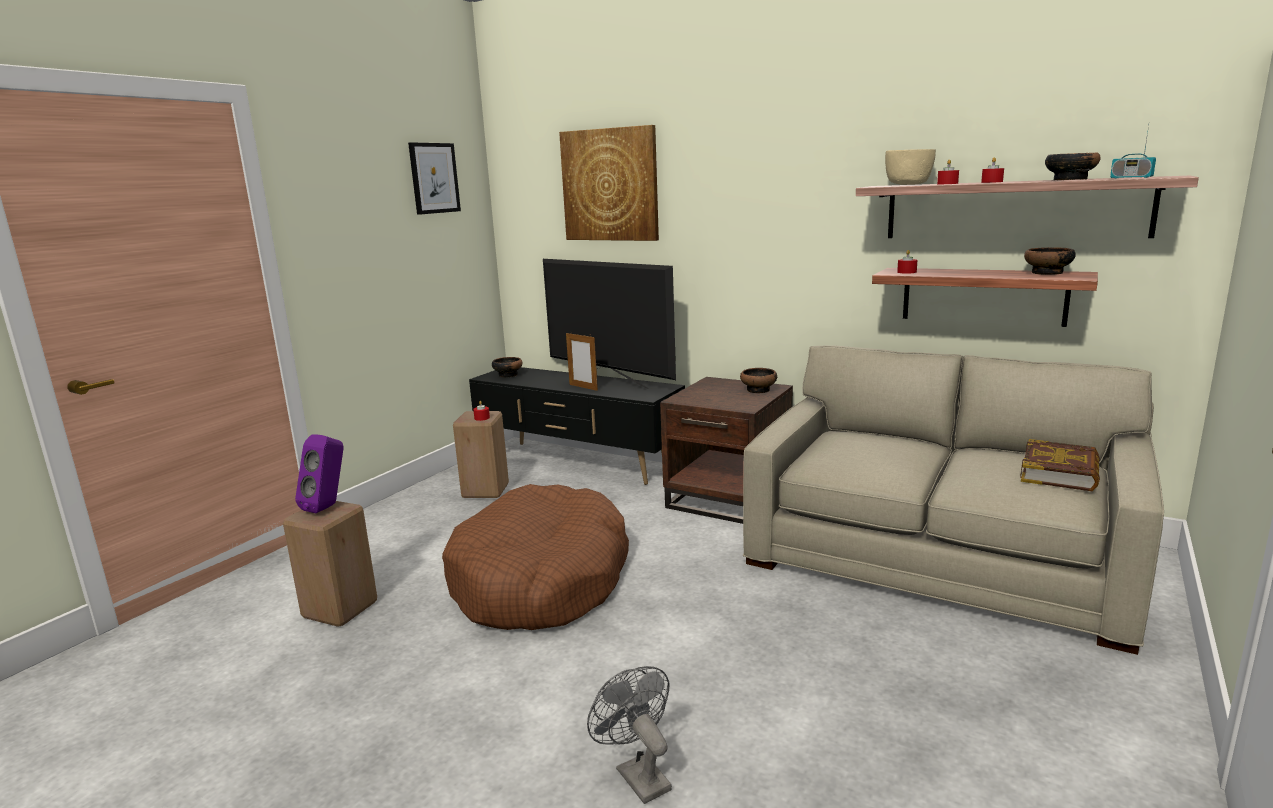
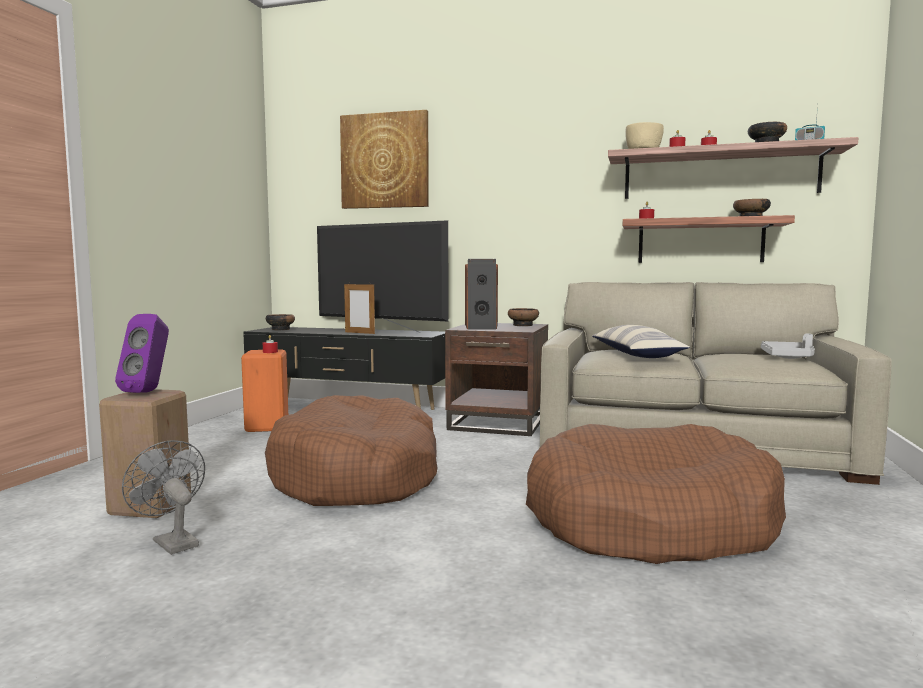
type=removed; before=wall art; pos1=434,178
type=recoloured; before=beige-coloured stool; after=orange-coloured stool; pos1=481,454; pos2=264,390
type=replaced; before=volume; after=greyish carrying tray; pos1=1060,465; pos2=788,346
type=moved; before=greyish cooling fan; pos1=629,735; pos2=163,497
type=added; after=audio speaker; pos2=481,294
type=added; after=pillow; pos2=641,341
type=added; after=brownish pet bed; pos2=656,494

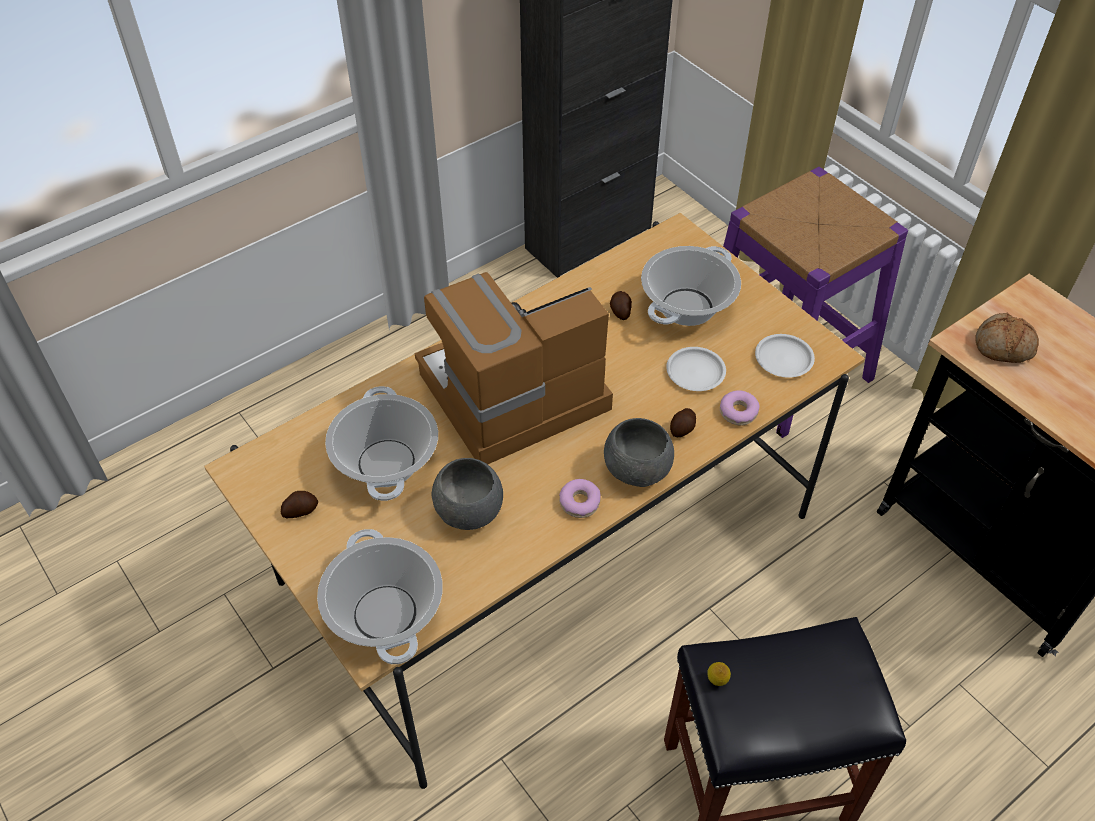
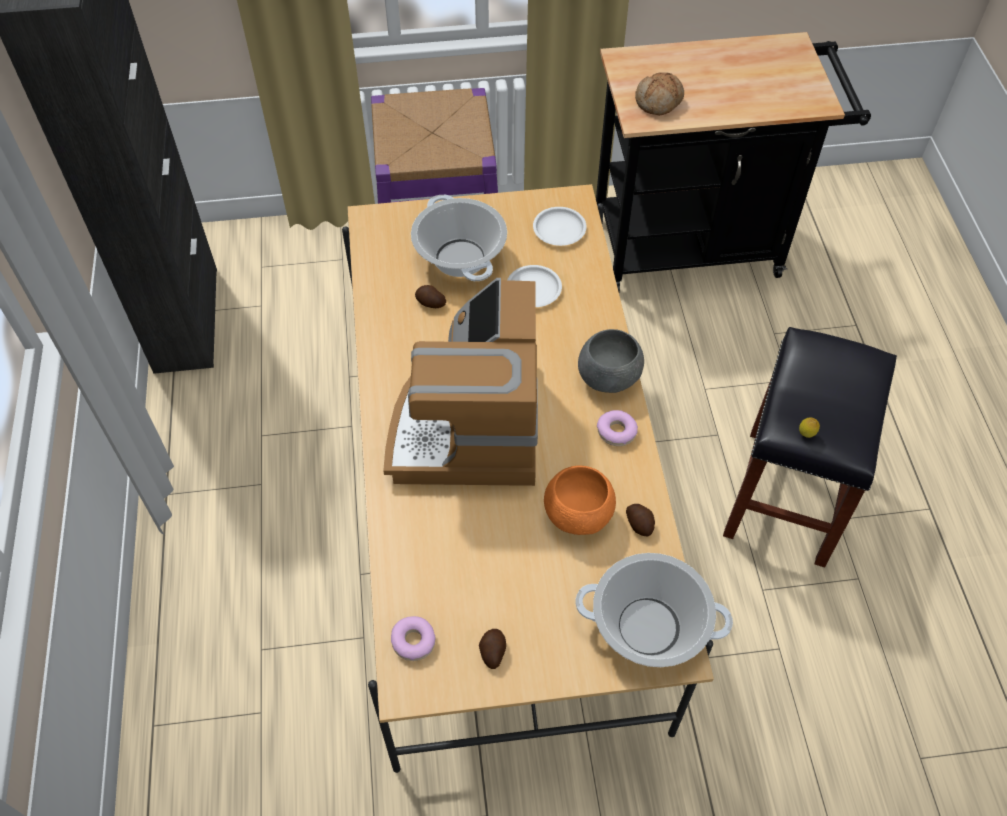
type=removed; before=saucepot; pos1=381,443
type=moved; before=donut; pos1=740,408; pos2=413,638
type=moved; before=spud; pos1=683,422; pos2=640,520
type=recoloured; before=greyish serving bowl; after=orange-coloured serving bowl; pos1=467,494; pos2=580,500

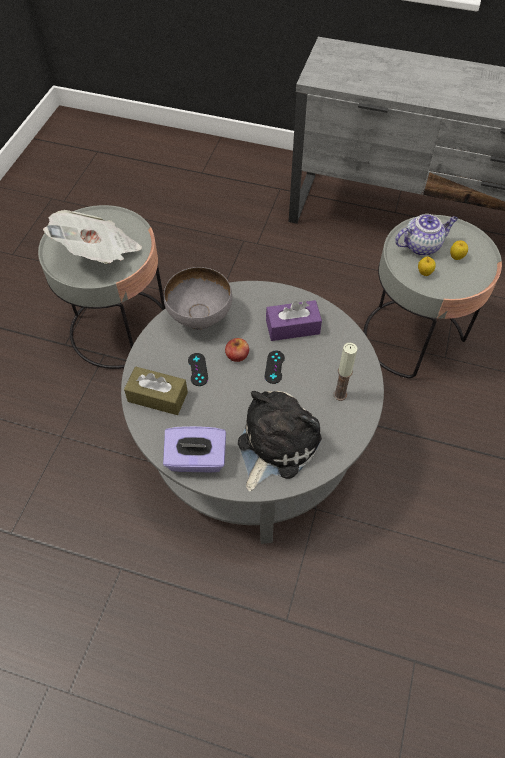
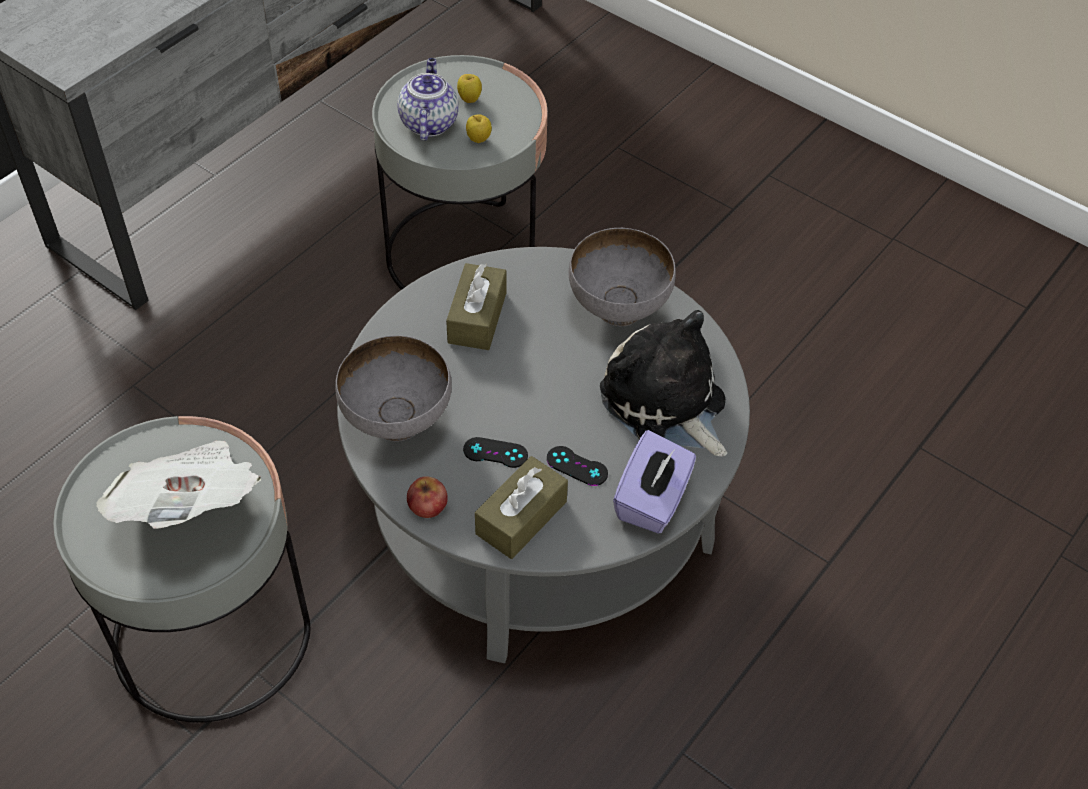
type=recoloured; before=purplish tissue holder; after=brownish tissue holder; pos1=294,320; pos2=476,306
type=moved; before=apple fruit; pos1=237,350; pos2=427,497
type=replaced; before=wax candle; after=greyish serving bowl; pos1=345,372; pos2=622,277
type=moved; before=blackish joypad; pos1=275,367; pos2=577,466

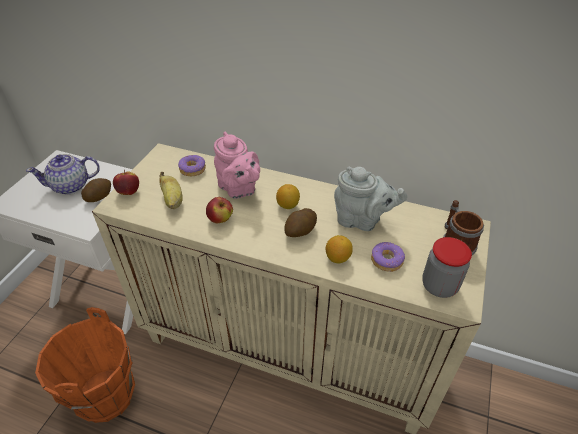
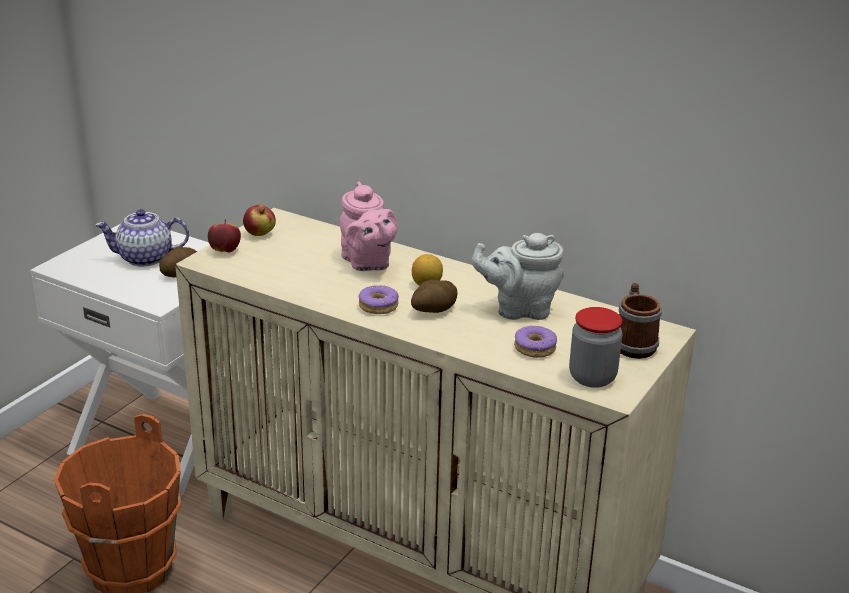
type=moved; before=donut; pos1=192,165; pos2=379,299
type=turned; before=greyish pot for tea; pos1=370,199; pos2=518,276; turn=150
type=removed; before=banana; pos1=171,190
type=moved; before=apple fruit; pos1=219,210; pos2=259,220
type=removed; before=citrus fruit; pos1=339,249

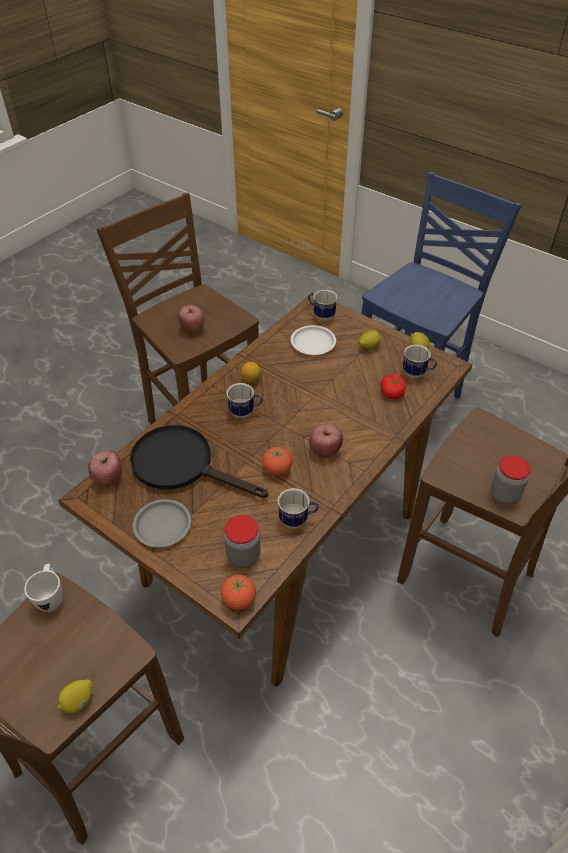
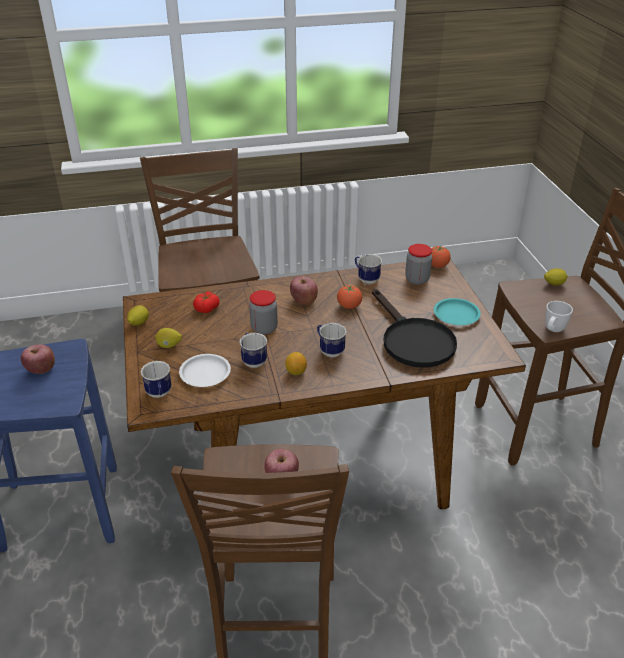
type=moved; before=coffee mug; pos1=420,361; pos2=253,350
type=moved; before=apple fruit; pos1=105,468; pos2=38,359
type=moved; before=storage jar; pos1=510,480; pos2=263,312
type=recoloured; before=greyish dinner plate; after=turquoise dinner plate; pos1=162,523; pos2=457,311

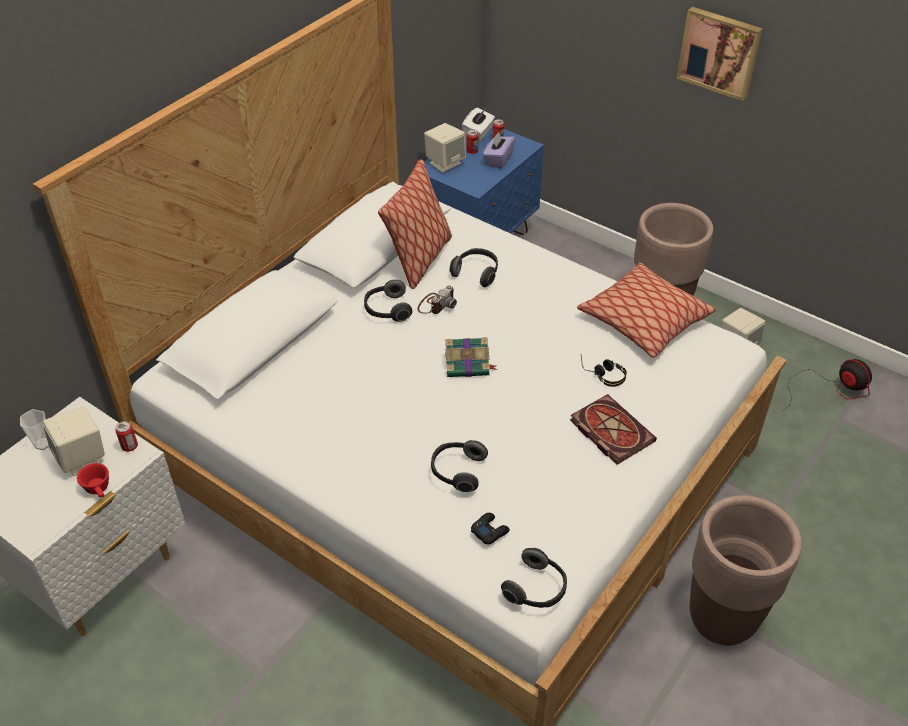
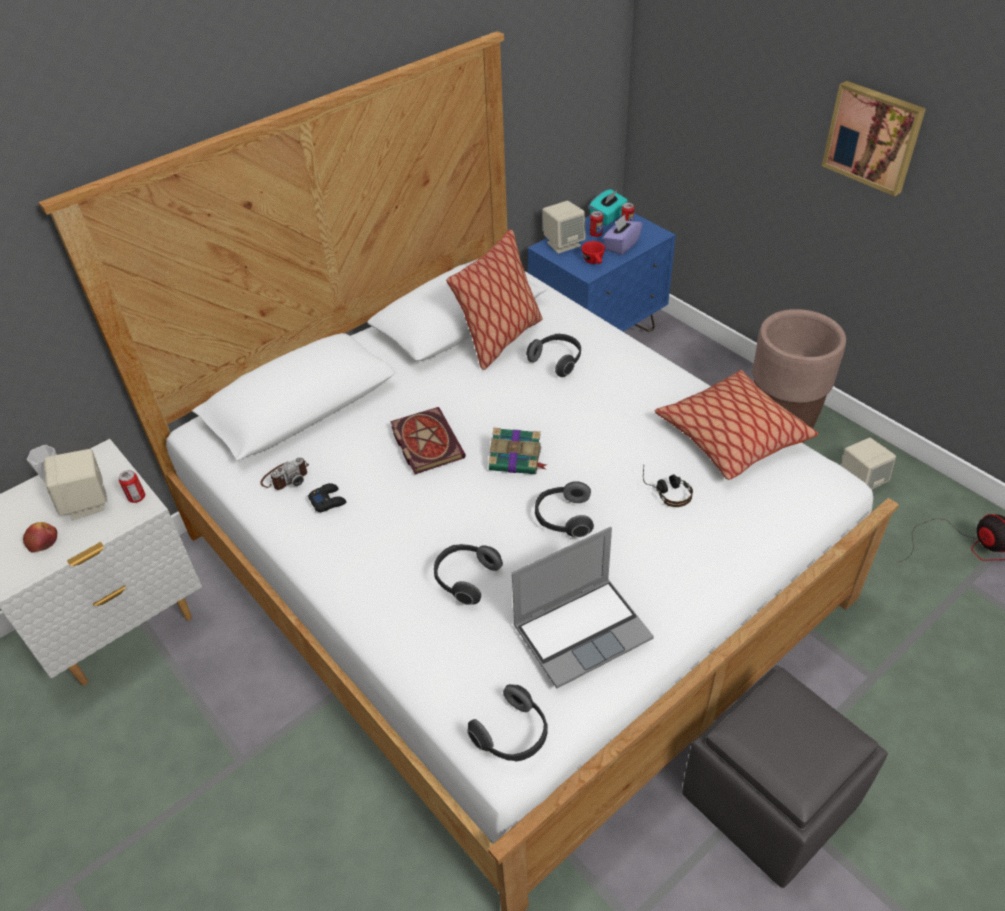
type=recoloured; before=white tissue holder; after=turquoise tissue holder; pos1=478,124; pos2=608,207
type=moved; before=pair of headphones; pos1=388,301; pos2=564,509
type=moved; before=photo camera; pos1=437,299; pos2=284,473
type=moved; before=volume; pos1=613,429; pos2=428,440
type=moved; before=red drinking cup; pos1=93,480; pos2=593,252
type=replaced; before=brownish plant pot; after=greyish pouffe; pos1=746,570; pos2=785,776
type=moved; before=blackish joypad; pos1=490,529; pos2=327,497
type=added; after=apple fruit; pos2=40,537
type=added; after=portable computer; pos2=583,607

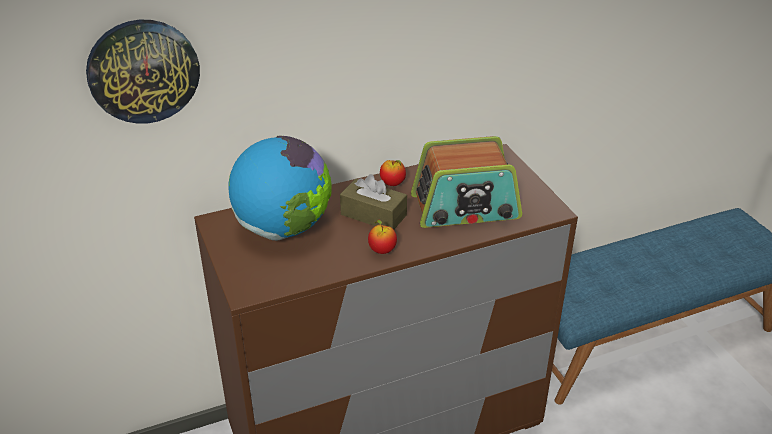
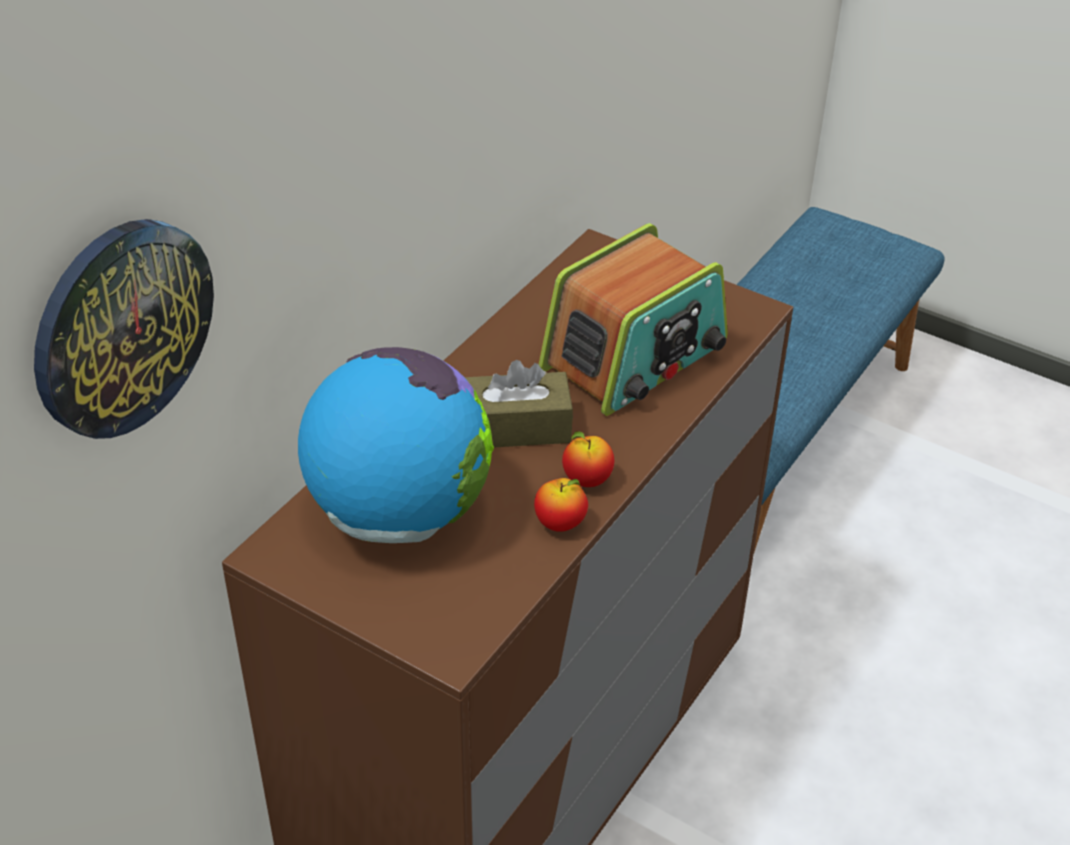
type=moved; before=apple fruit; pos1=393,173; pos2=561,505

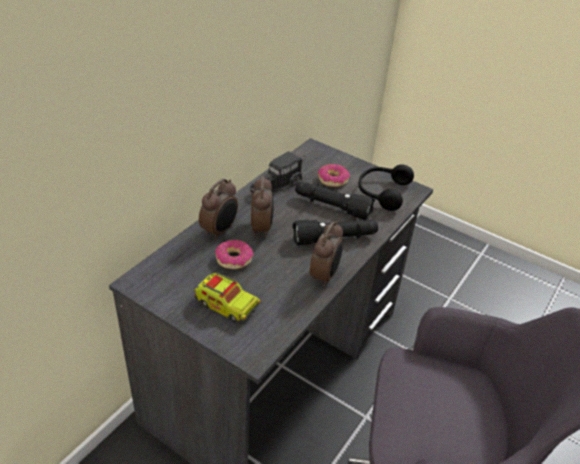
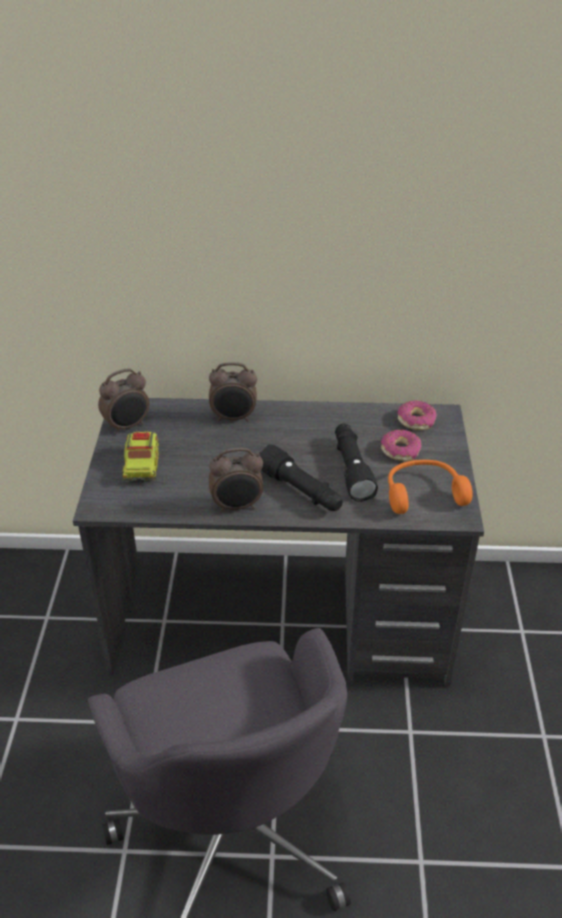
type=removed; before=toy truck; pos1=277,172
type=recoloured; before=blackish pair of headphones; after=orange-coloured pair of headphones; pos1=386,187; pos2=430,487
type=moved; before=bedside clock; pos1=262,206; pos2=123,401
type=moved; before=donut; pos1=234,254; pos2=417,415

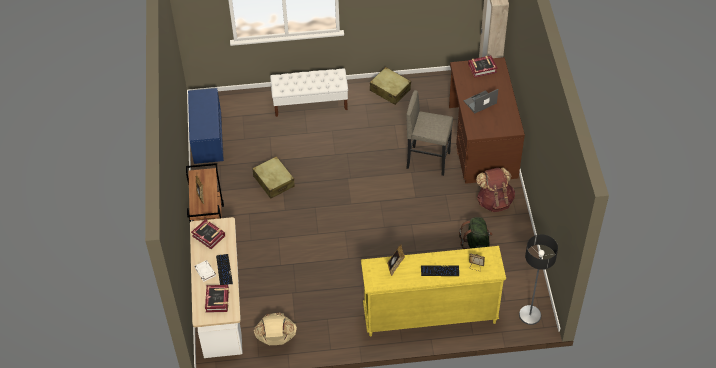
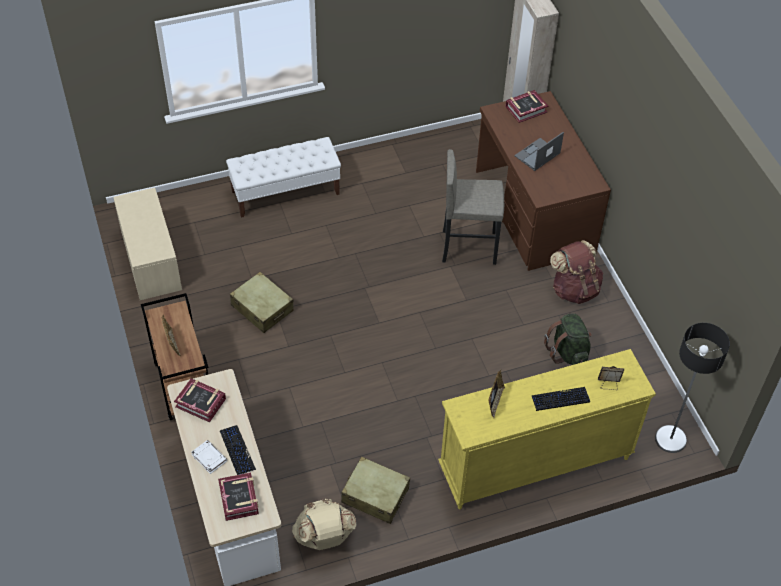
type=moved; before=beige-coloured suitcase; pos1=390,86; pos2=375,490
type=recoloured; before=bluish long seat; after=beige-coloured long seat; pos1=206,126; pos2=148,244

